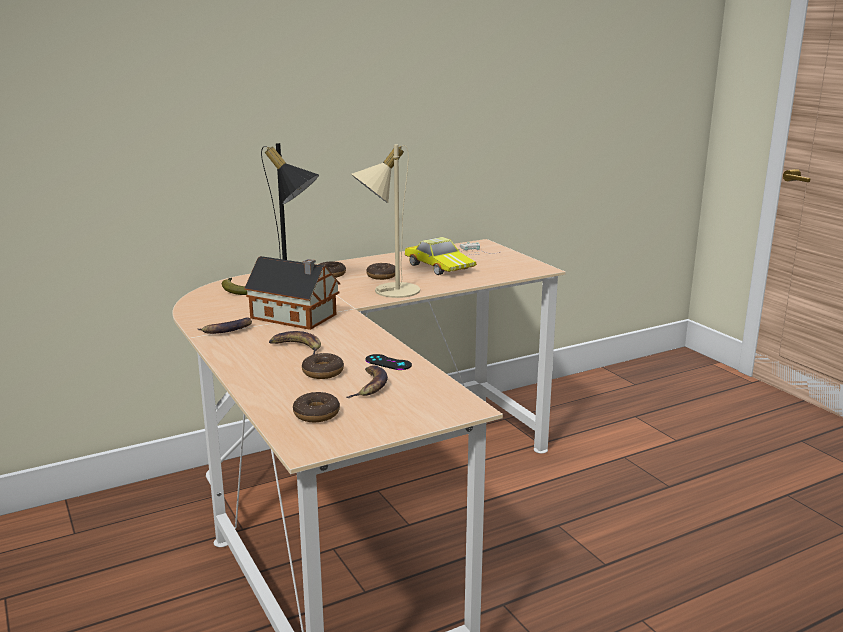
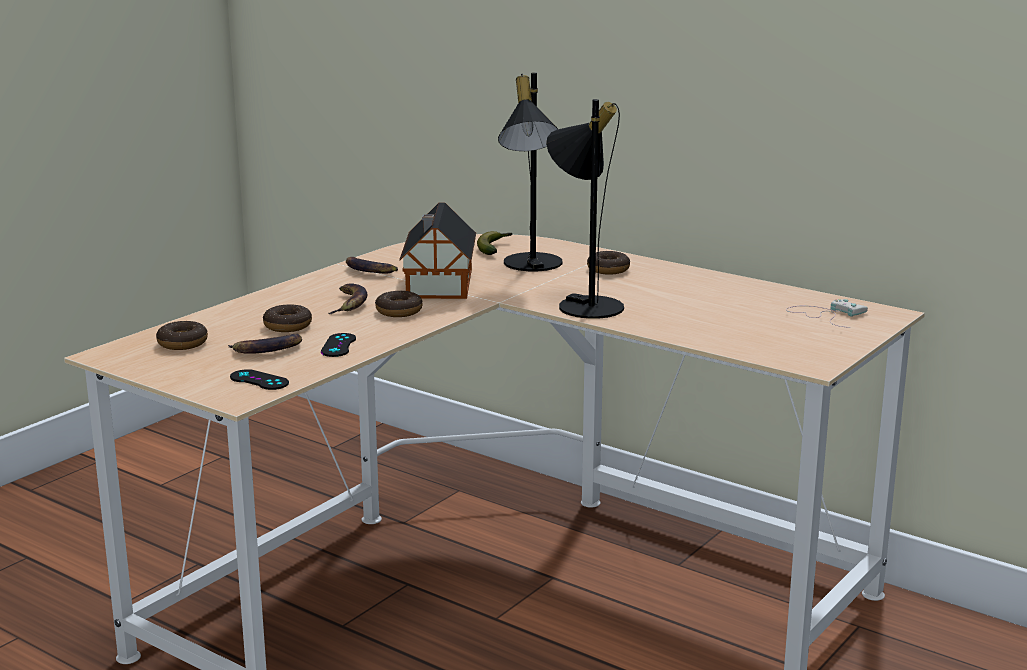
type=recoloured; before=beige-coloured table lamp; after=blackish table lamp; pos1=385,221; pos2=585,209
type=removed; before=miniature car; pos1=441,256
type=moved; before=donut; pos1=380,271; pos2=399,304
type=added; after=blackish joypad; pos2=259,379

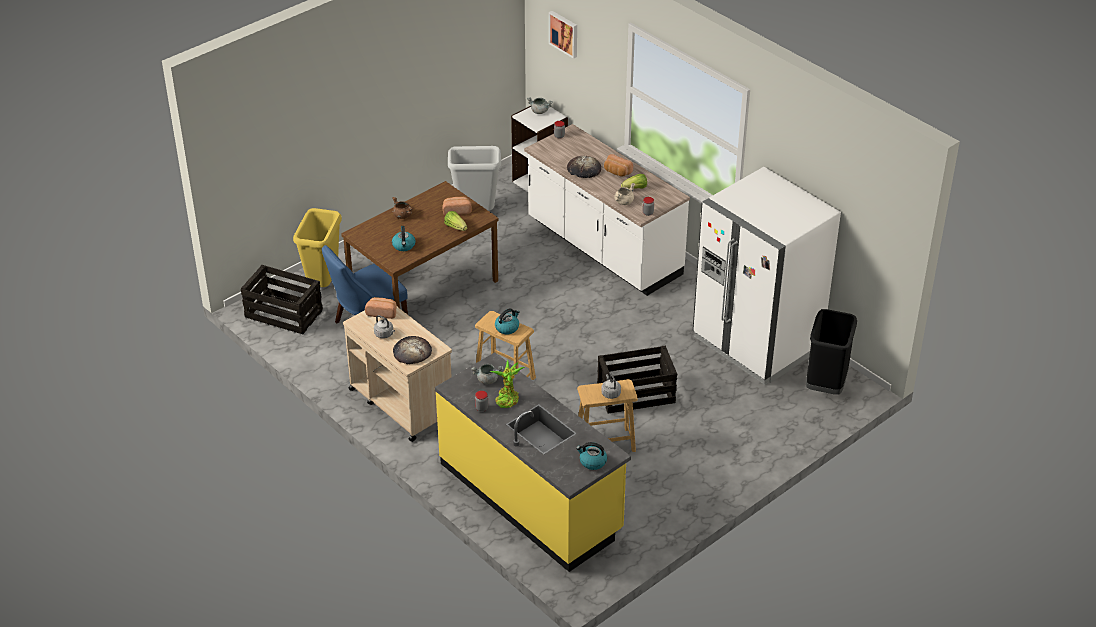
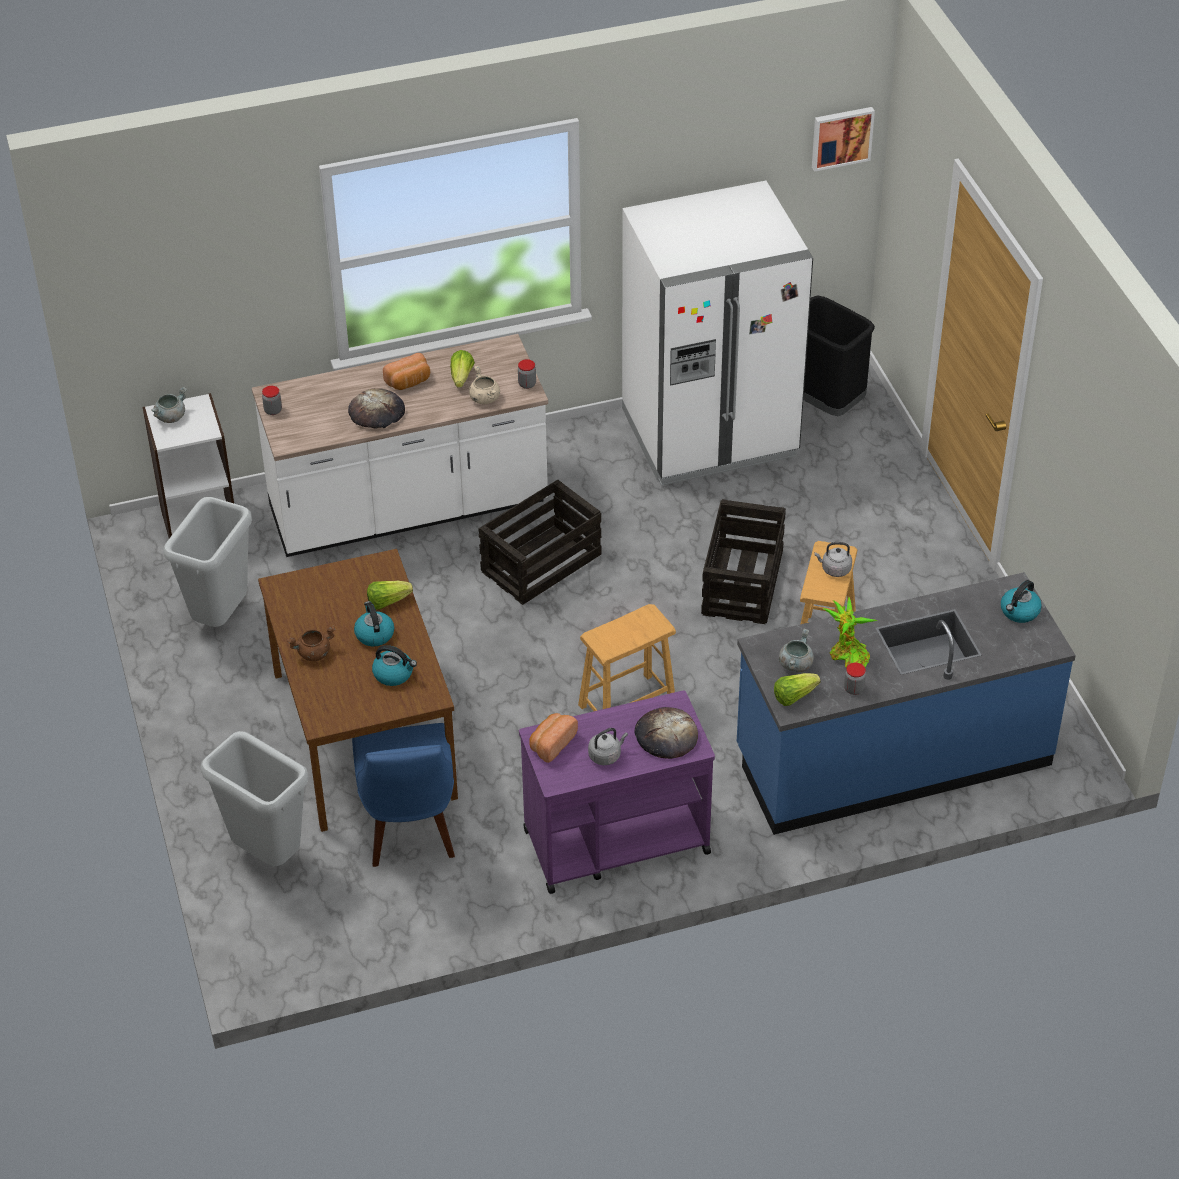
type=moved; before=wall art; pos1=563,35; pos2=843,139
type=removed; before=bakery bread; pos1=457,206
type=recoloured; before=yellow-coloured rubbish bin; after=greyish rubbish bin; pos1=317,247; pos2=254,798
type=moved; before=packing crate; pos1=282,299; pos2=539,542
type=recoloured; before=beige-coloured wheeled cart; after=purplish wheeled cart; pos1=397,374; pos2=617,792
type=moved; before=tea kettle; pos1=507,322; pos2=374,624
type=recoloured; before=yellow-coloured kitchen base unit; after=bluish kitchen base unit; pos1=533,462; pos2=906,703
type=added; after=lettuce; pos2=797,689

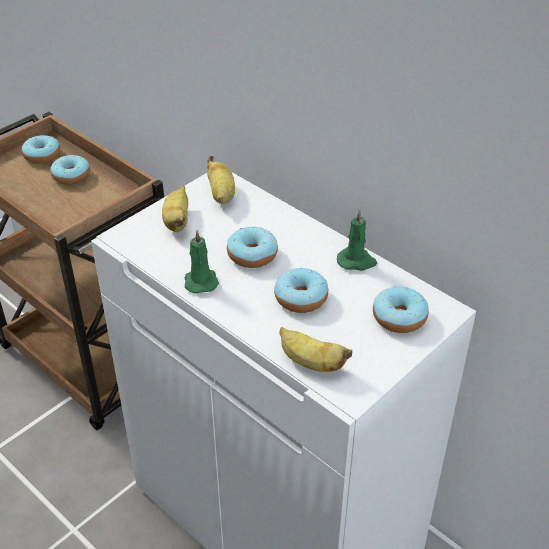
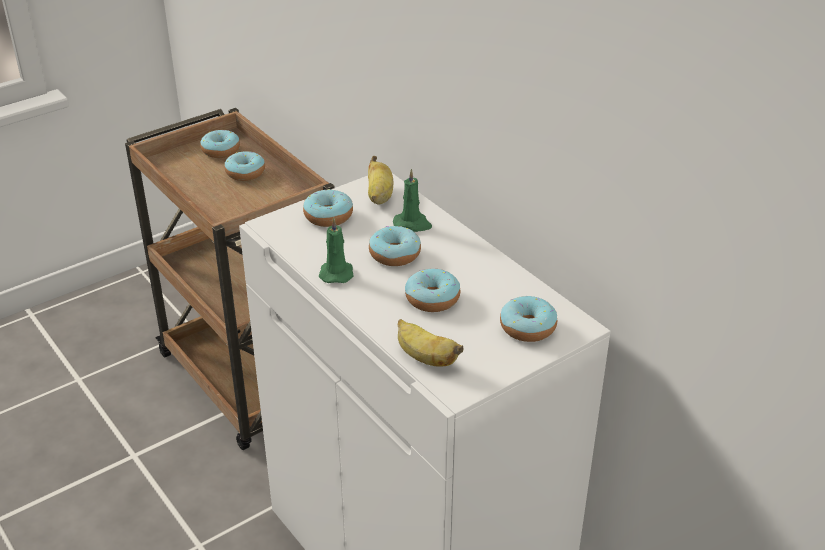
type=replaced; before=banana; after=donut; pos1=175,209; pos2=328,208
type=moved; before=greenish wax candle; pos1=357,240; pos2=412,200

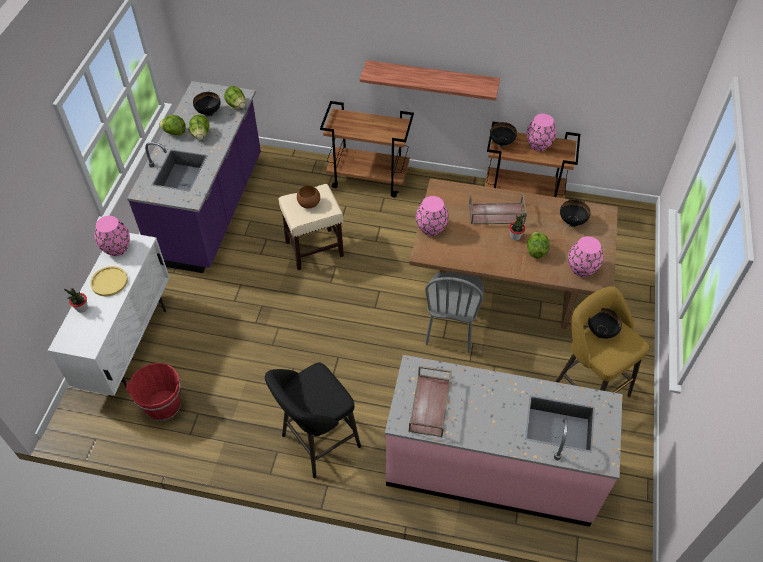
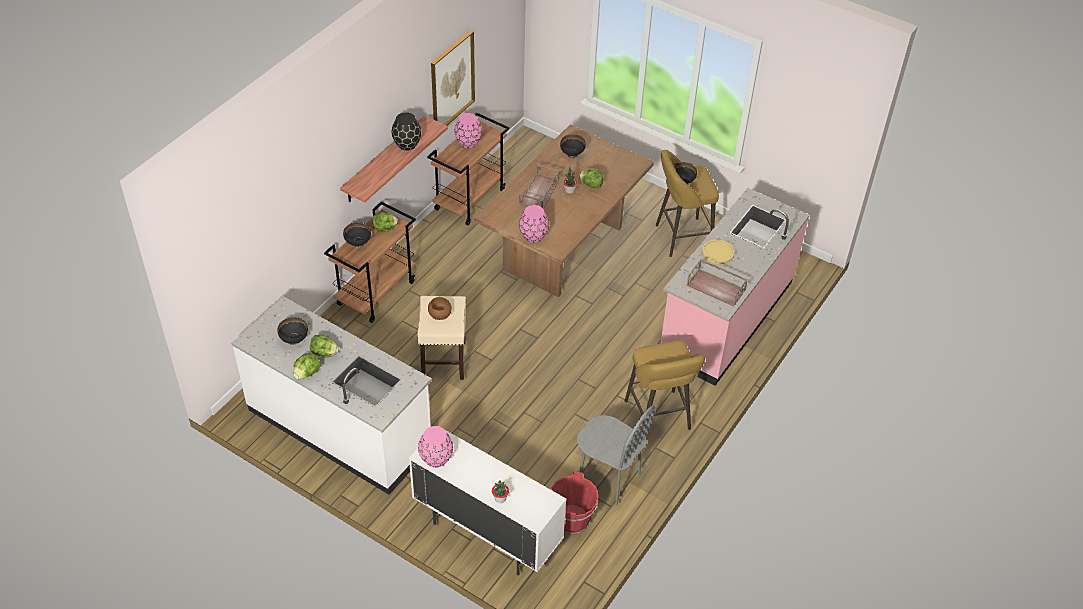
type=recoloured; before=purplish kitchen base unit; after=white kitchen base unit; pos1=194,177; pos2=331,395
type=moved; before=lettuce; pos1=234,97; pos2=385,222
type=moved; before=blackish serving bowl; pos1=503,134; pos2=357,235
type=removed; before=pinkish flower vase; pos1=585,256
type=moved; before=yellow-coloured dinner plate; pos1=109,281; pos2=718,251
type=moved; before=greyish upright chair; pos1=454,312; pos2=616,455
type=recoloured; before=blackish stool; after=yellow-coloured stool; pos1=313,420; pos2=665,385
type=added; after=wall art; pos2=453,78
type=added; after=blackish flower vase; pos2=406,131

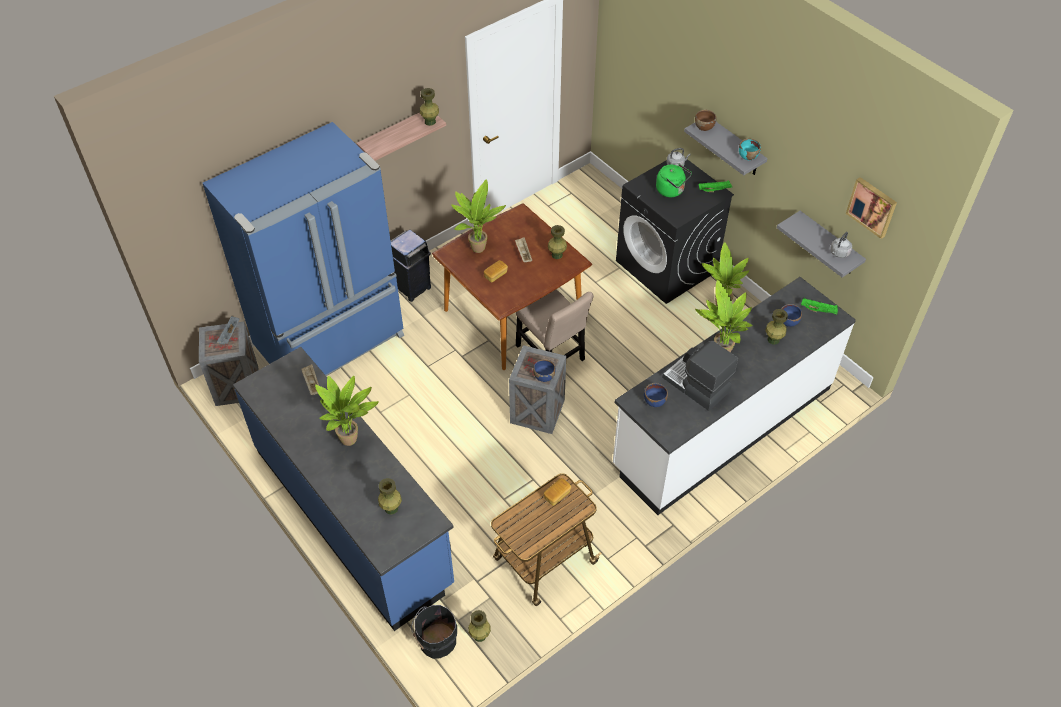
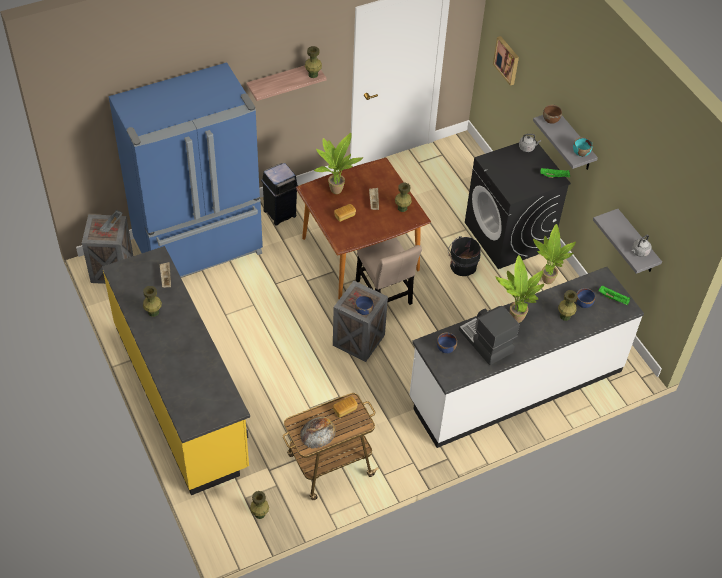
type=removed; before=greenish tea kettle; pos1=674,180
type=moved; before=wall art; pos1=871,208; pos2=506,61
type=recoloured; before=bluish kitchen base unit; after=yellow-coloured kitchen base unit; pos1=343,489; pos2=176,370
type=removed; before=potted plant; pos1=347,411
type=moved; before=greenish flower vase; pos1=390,496; pos2=152,301
type=moved; before=blackish pail; pos1=434,632; pos2=464,256
type=added; after=bakery bread; pos2=318,432

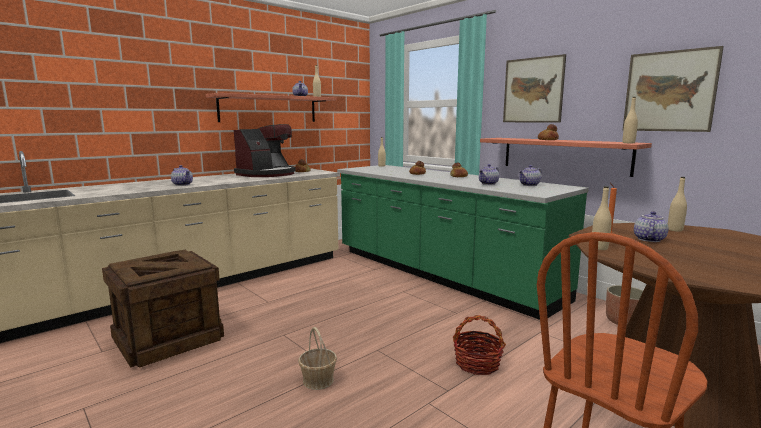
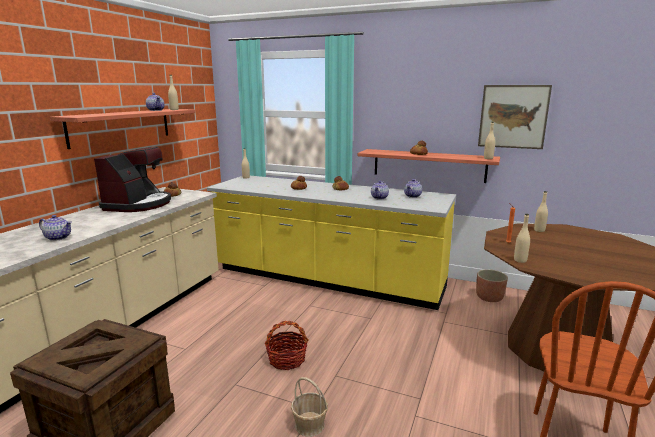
type=removed; before=wall art; pos1=534,88
type=recoloured; before=greenish kitchen base unit; after=yellow-coloured kitchen base unit; pos1=463,242; pos2=331,243
type=removed; before=pot for tea; pos1=651,226
type=moved; before=household basket; pos1=479,345; pos2=287,345

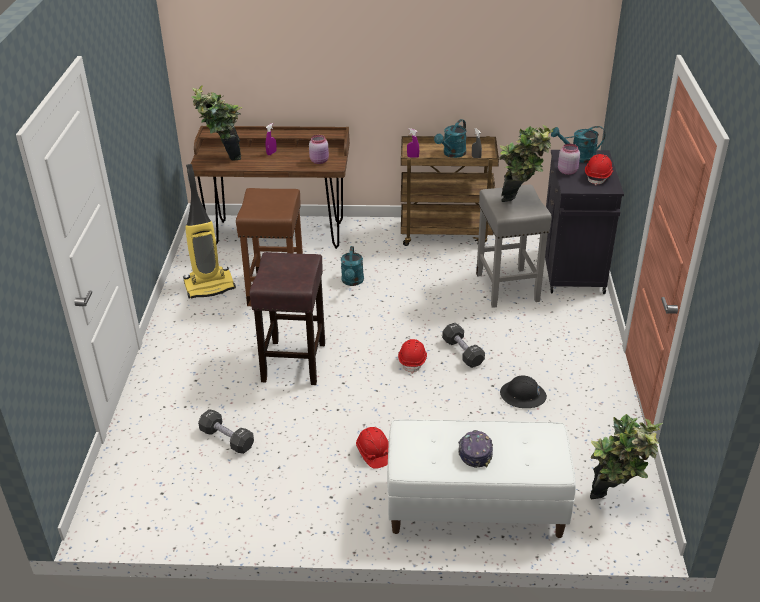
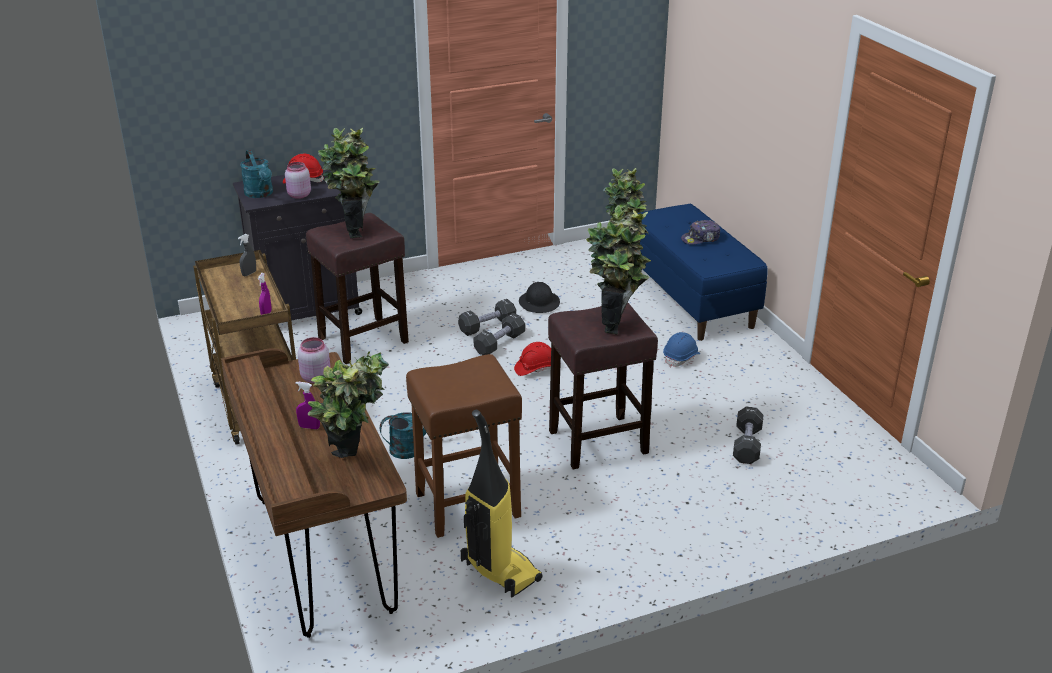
type=removed; before=turquoise sprinkling can; pos1=450,138
type=recoloured; before=greyish stool; after=brownish stool; pos1=514,246; pos2=357,288
type=recoloured; before=white long seat; after=bluish long seat; pos1=481,478; pos2=703,272
type=recoloured; before=red hard hat; after=bluish hard hat; pos1=372,448; pos2=681,349
type=added; after=potted plant; pos2=618,270
type=added; after=blackish hand weight; pos2=487,317

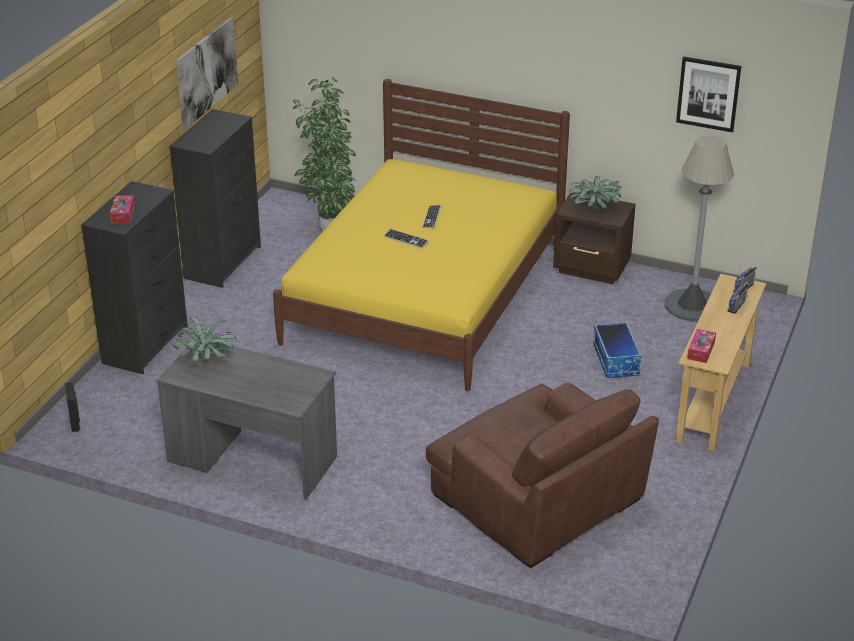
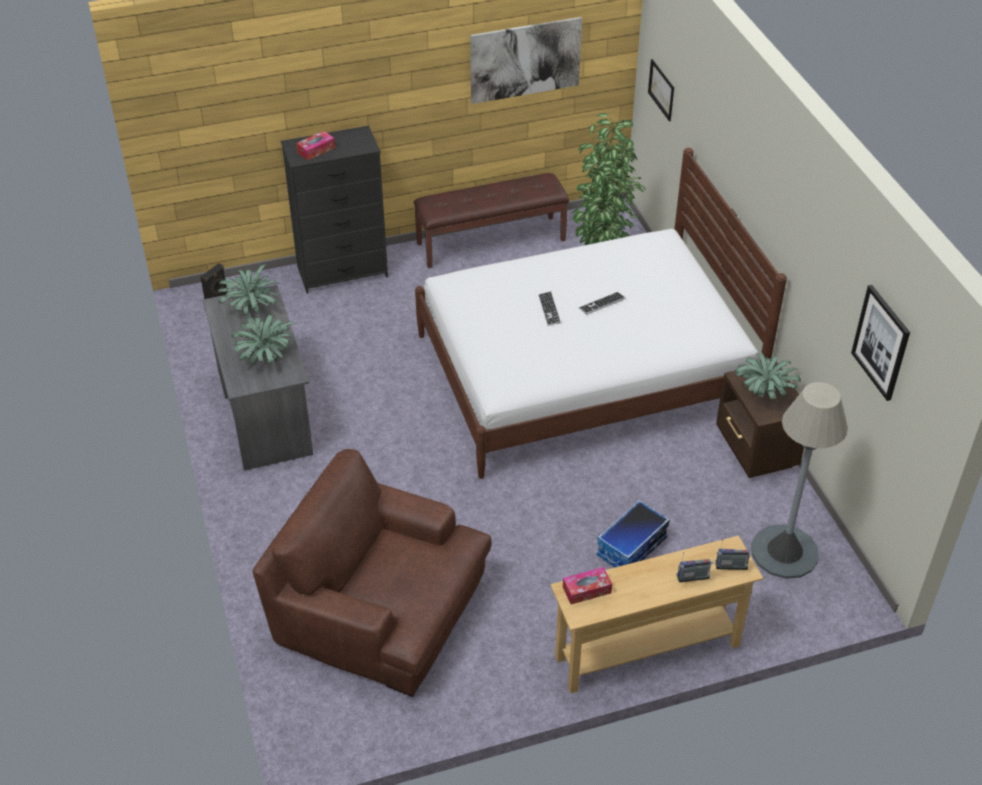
type=recoloured; before=yellow-coloured bed; after=white bed; pos1=421,235; pos2=601,313
type=replaced; before=blackish chest of drawers; after=brownish long seat; pos1=215,198; pos2=491,220
type=turned; before=brownish lounge chair; pos1=542,476; pos2=372,573; turn=105
type=added; after=wall art; pos2=661,90
type=added; after=potted plant; pos2=263,339

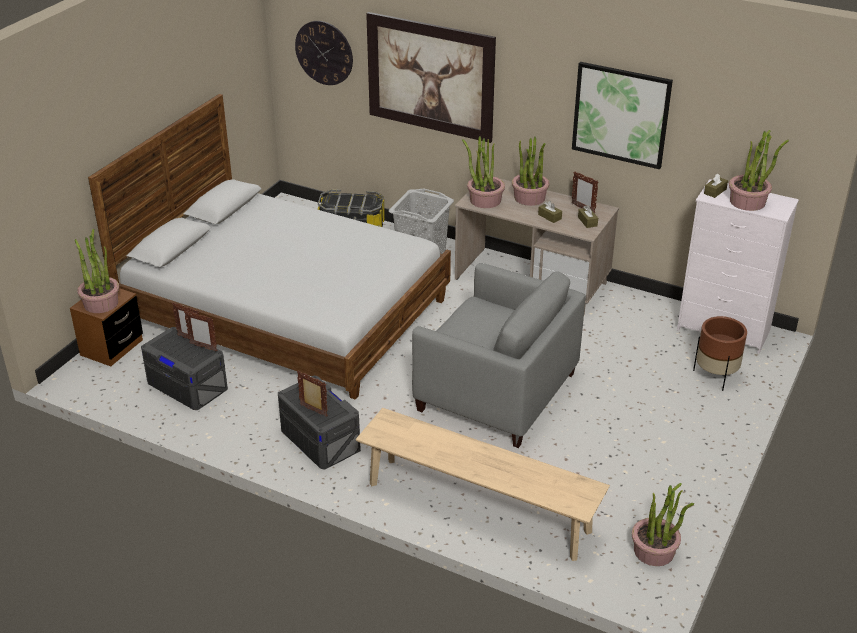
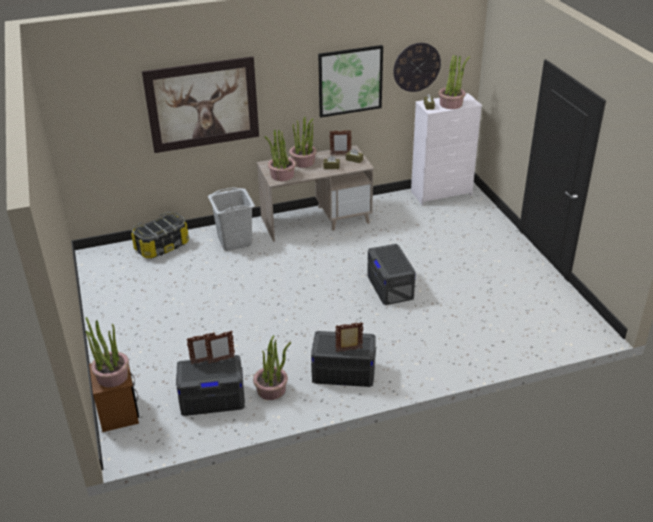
type=moved; before=clock on the wall; pos1=324,53; pos2=417,67
type=removed; before=bed; pos1=269,247
type=replaced; before=greyish lounge chair; after=greyish storage box; pos1=498,355; pos2=391,274
type=removed; before=brownish plant pot; pos1=720,353
type=removed; before=beige-coloured long seat; pos1=483,484
type=moved; before=potted plant; pos1=663,524; pos2=272,367

